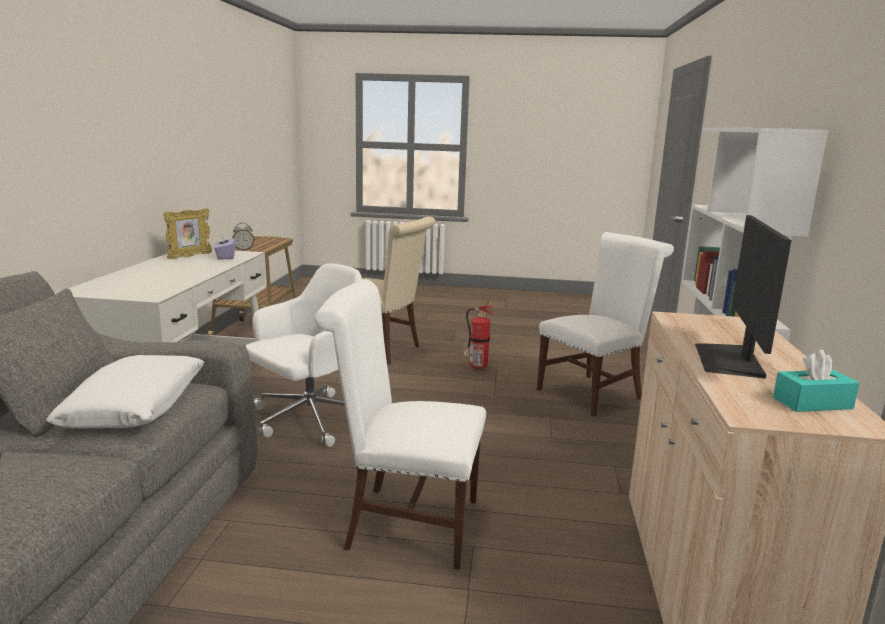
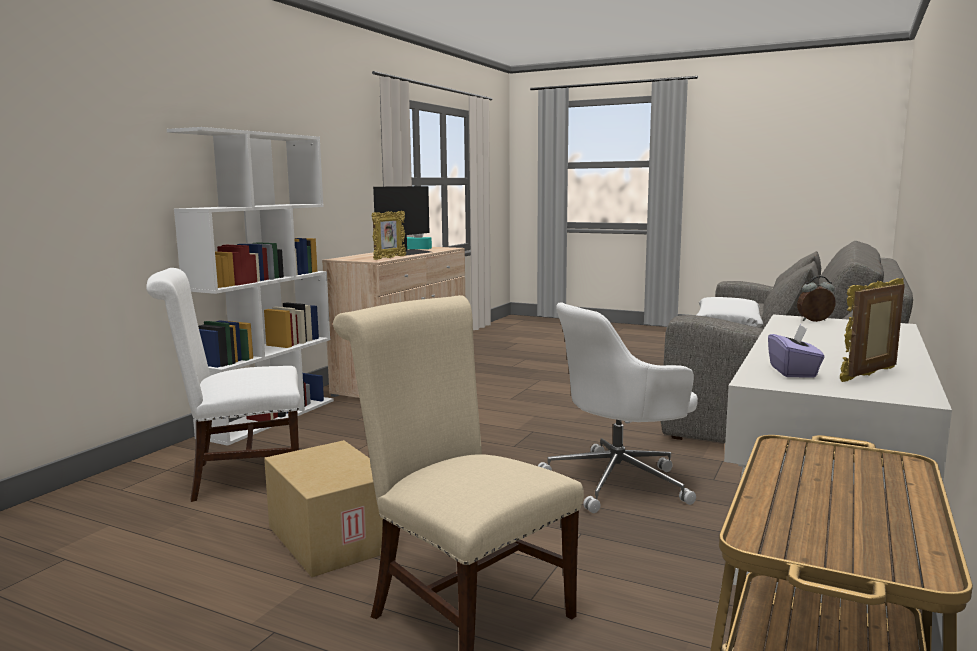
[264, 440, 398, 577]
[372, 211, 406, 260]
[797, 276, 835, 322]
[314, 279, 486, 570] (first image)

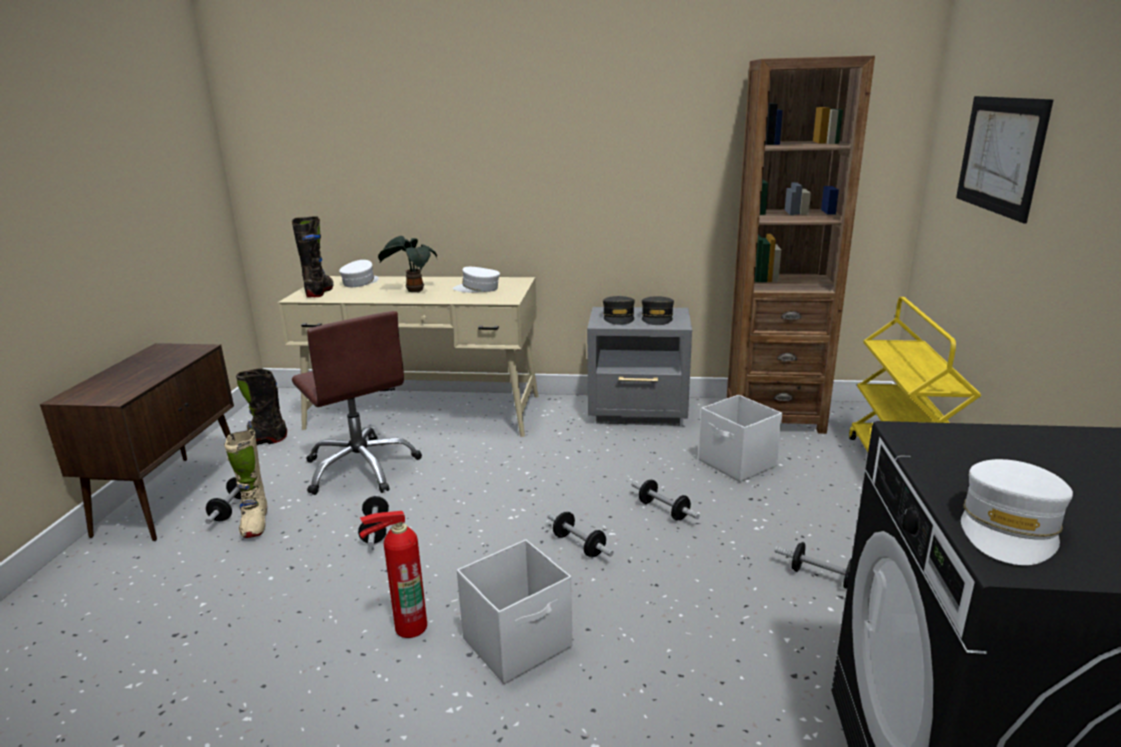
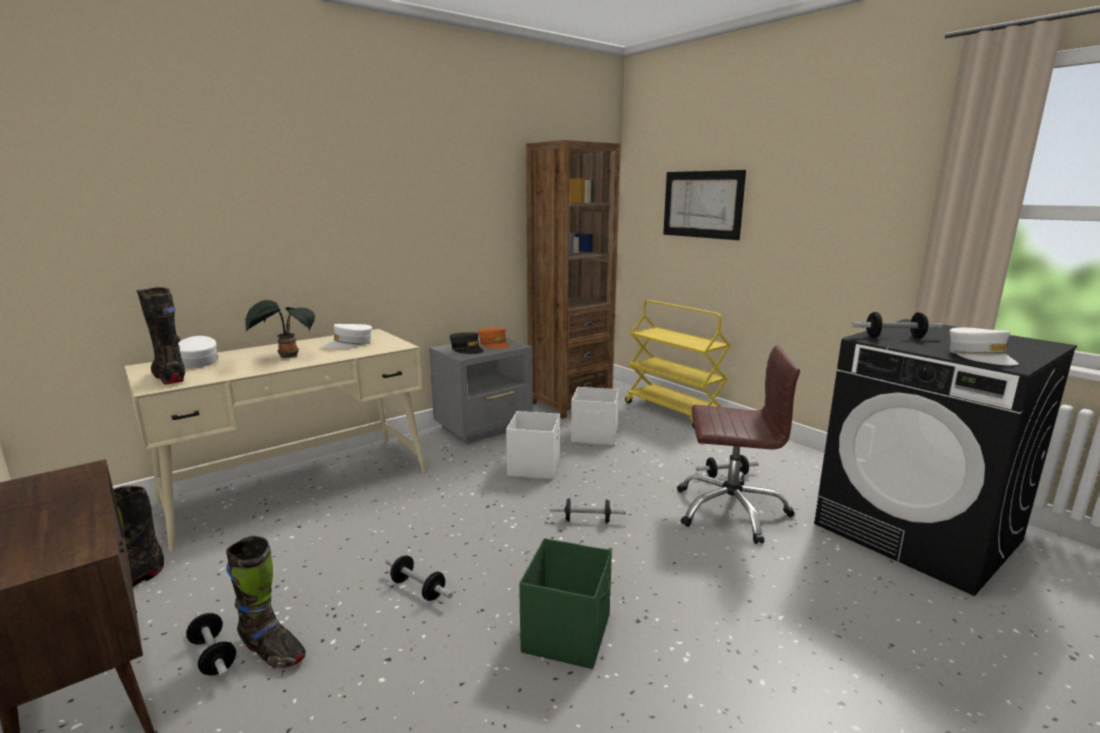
[226, 536, 306, 668]
[478, 328, 510, 349]
[506, 411, 560, 479]
[519, 538, 612, 669]
[677, 345, 800, 544]
[852, 312, 942, 339]

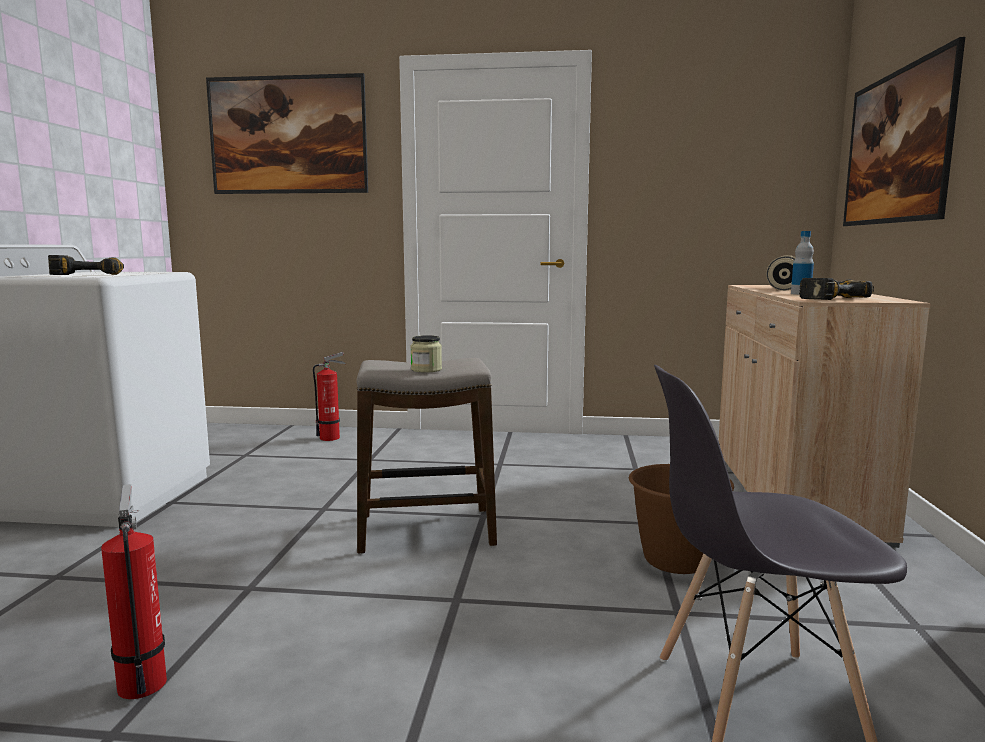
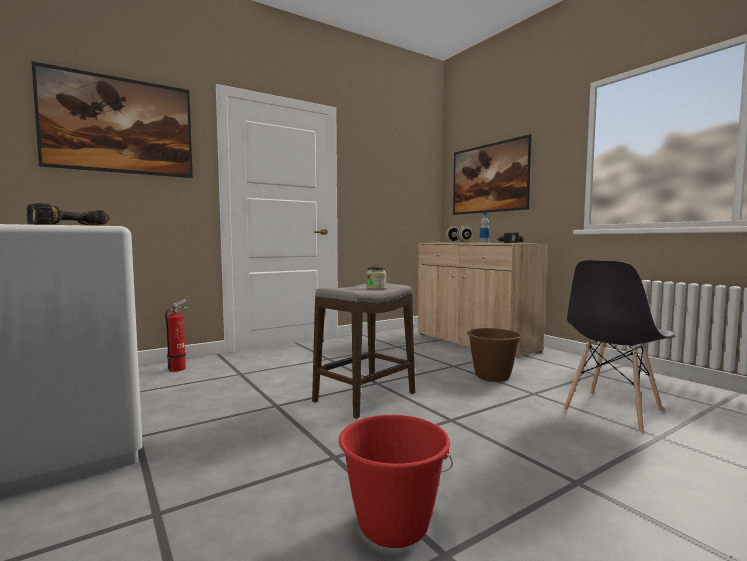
[339, 415, 453, 548]

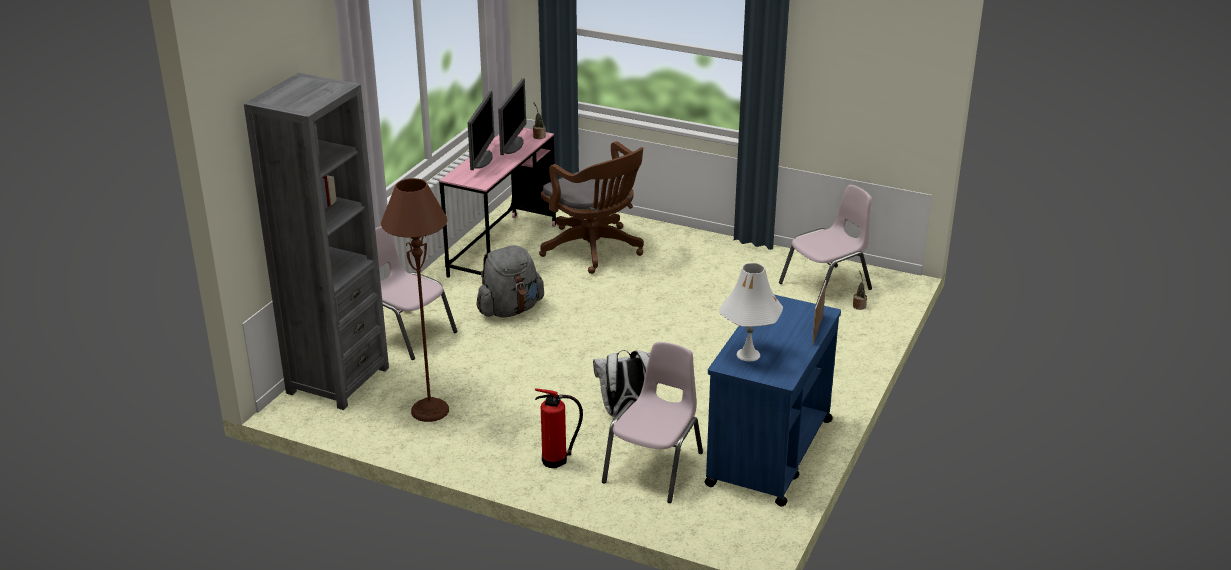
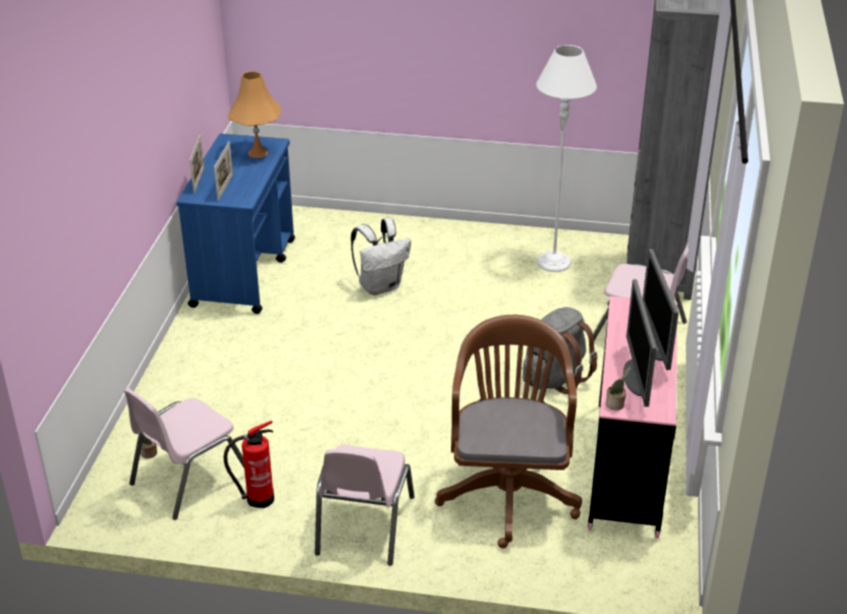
[214, 141, 233, 201]
[224, 421, 274, 508]
[228, 71, 281, 158]
[315, 445, 414, 566]
[435, 315, 582, 548]
[536, 45, 597, 272]

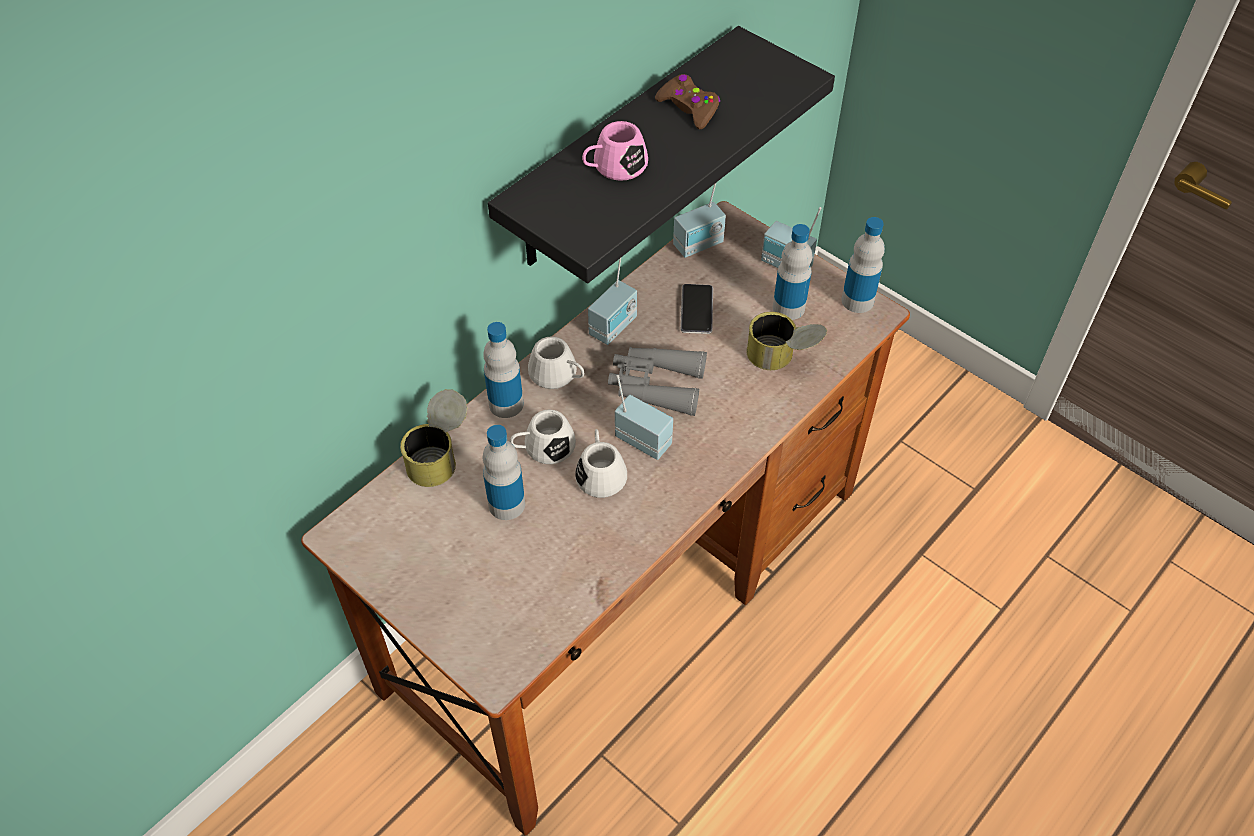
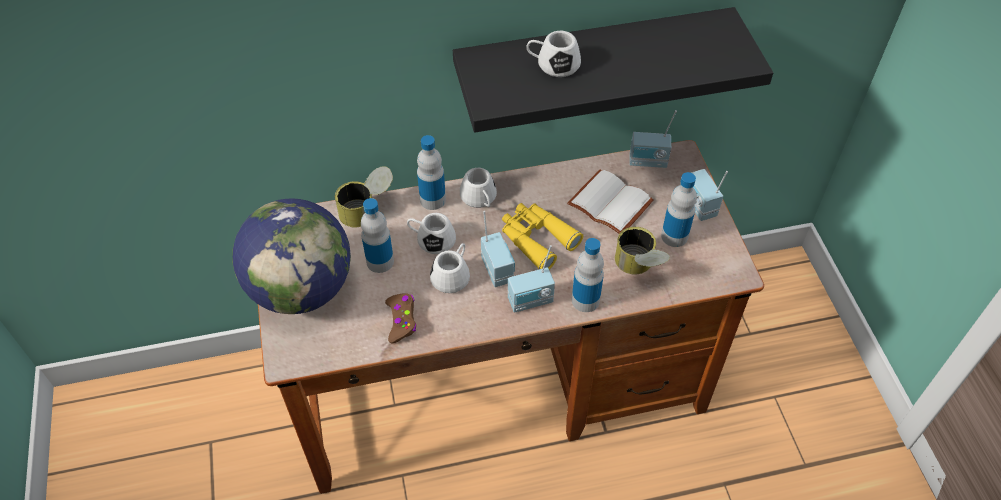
[232, 198, 351, 314]
[385, 293, 416, 344]
[502, 203, 583, 269]
[508, 245, 555, 313]
[526, 31, 581, 77]
[567, 170, 654, 234]
[572, 238, 604, 312]

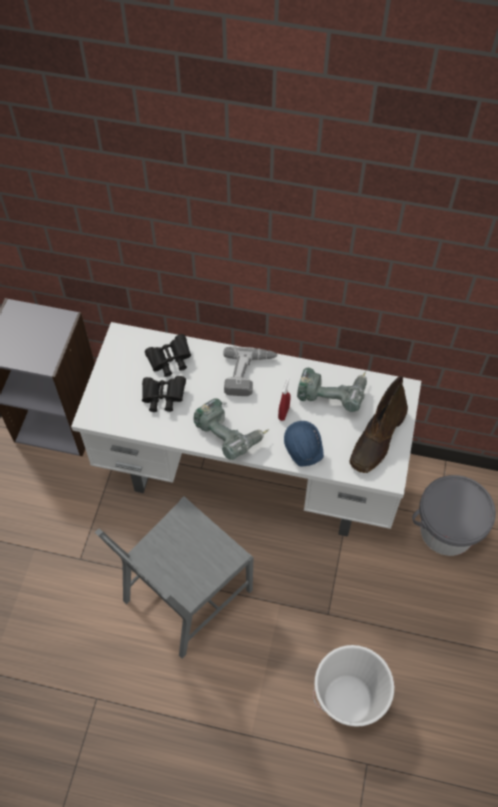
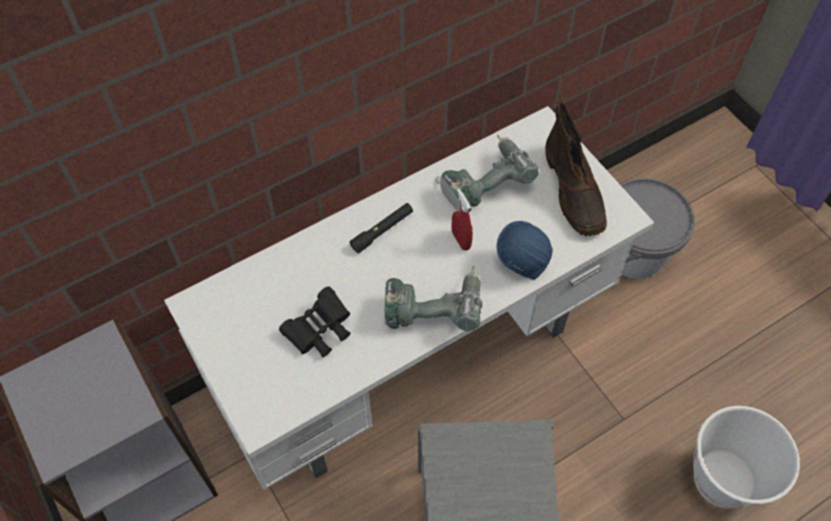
[350, 203, 413, 253]
[145, 334, 191, 377] (first image)

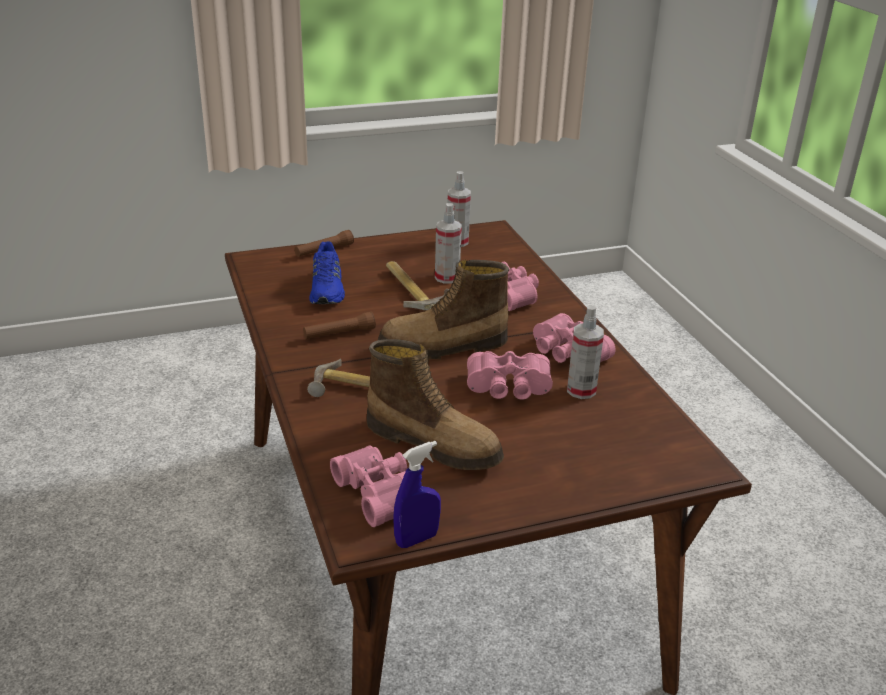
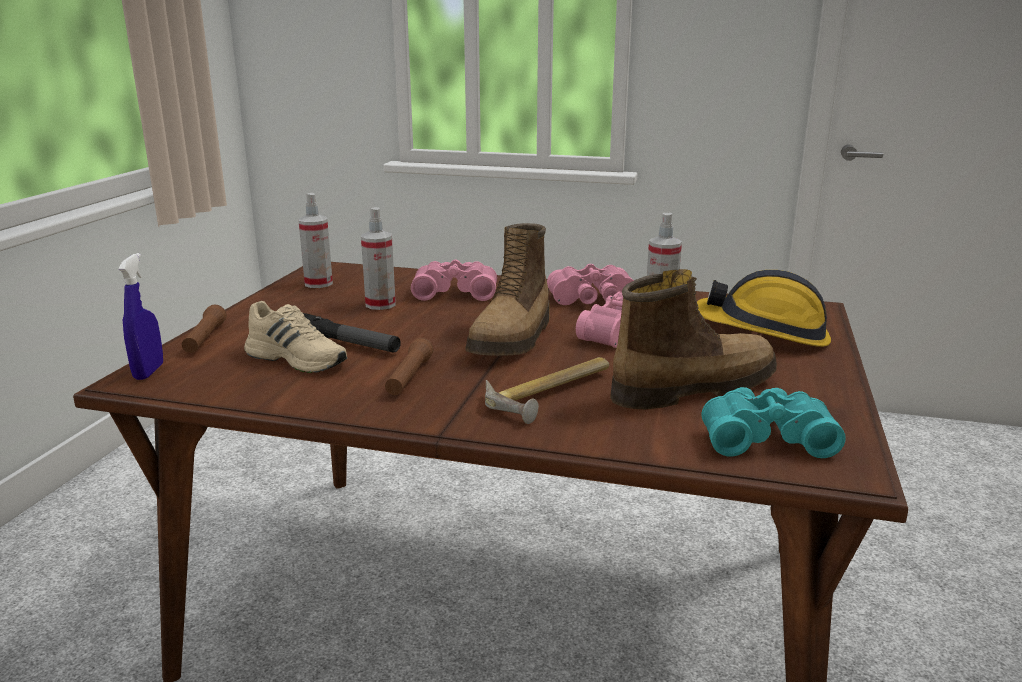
[119, 253, 163, 380]
[244, 301, 347, 373]
[303, 313, 401, 353]
[697, 270, 831, 347]
[702, 387, 846, 458]
[386, 261, 449, 311] (first image)

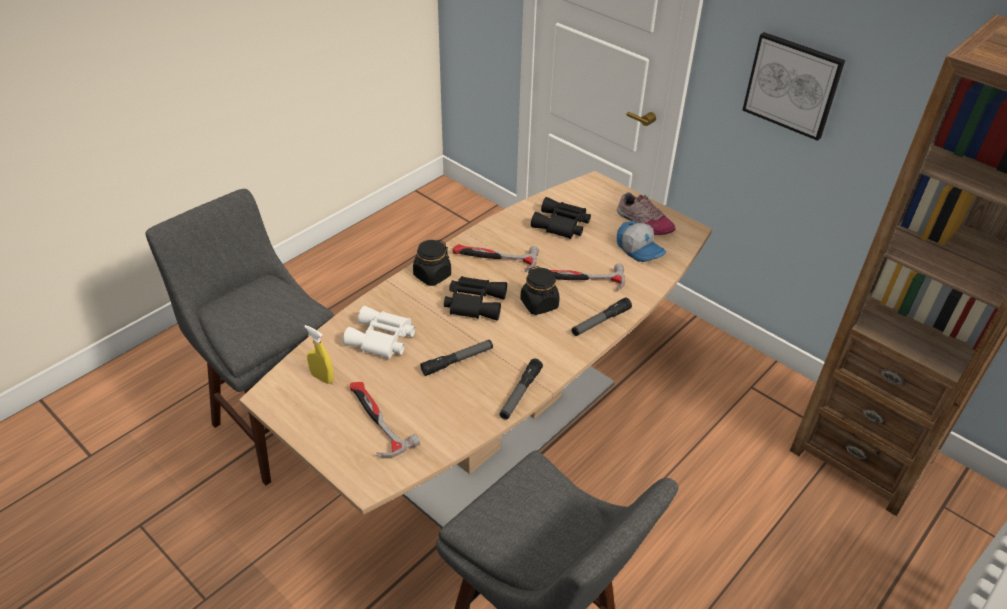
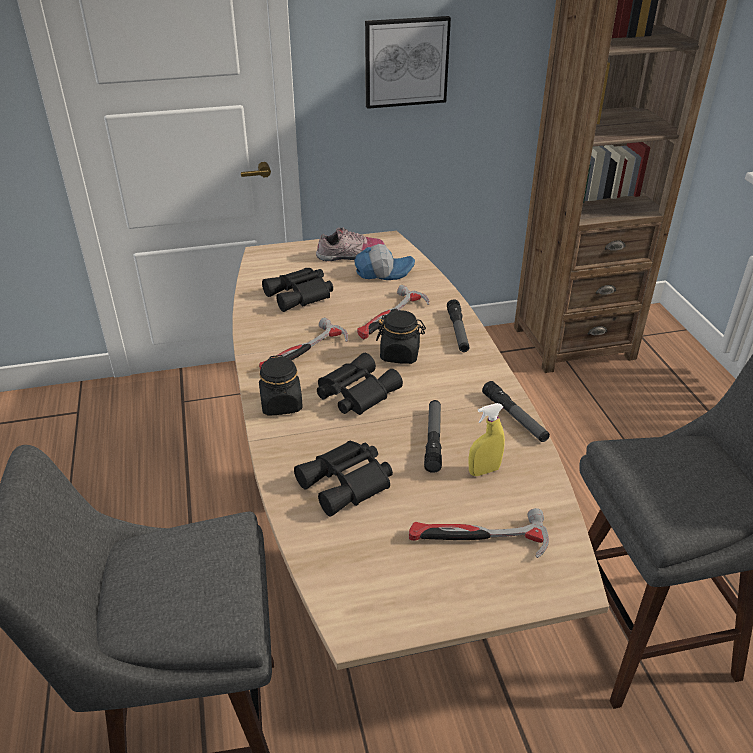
[294, 441, 393, 517]
[469, 403, 505, 476]

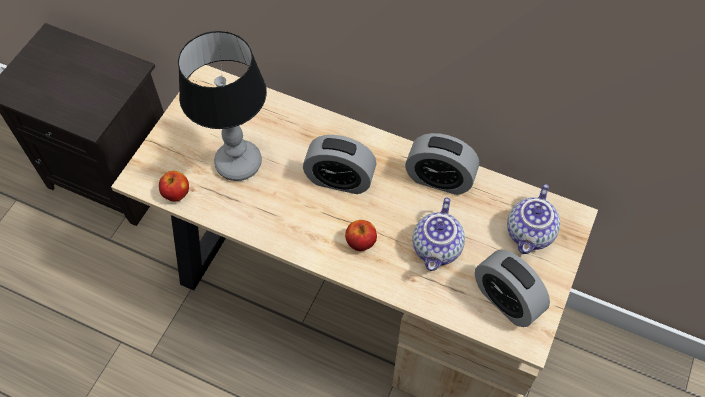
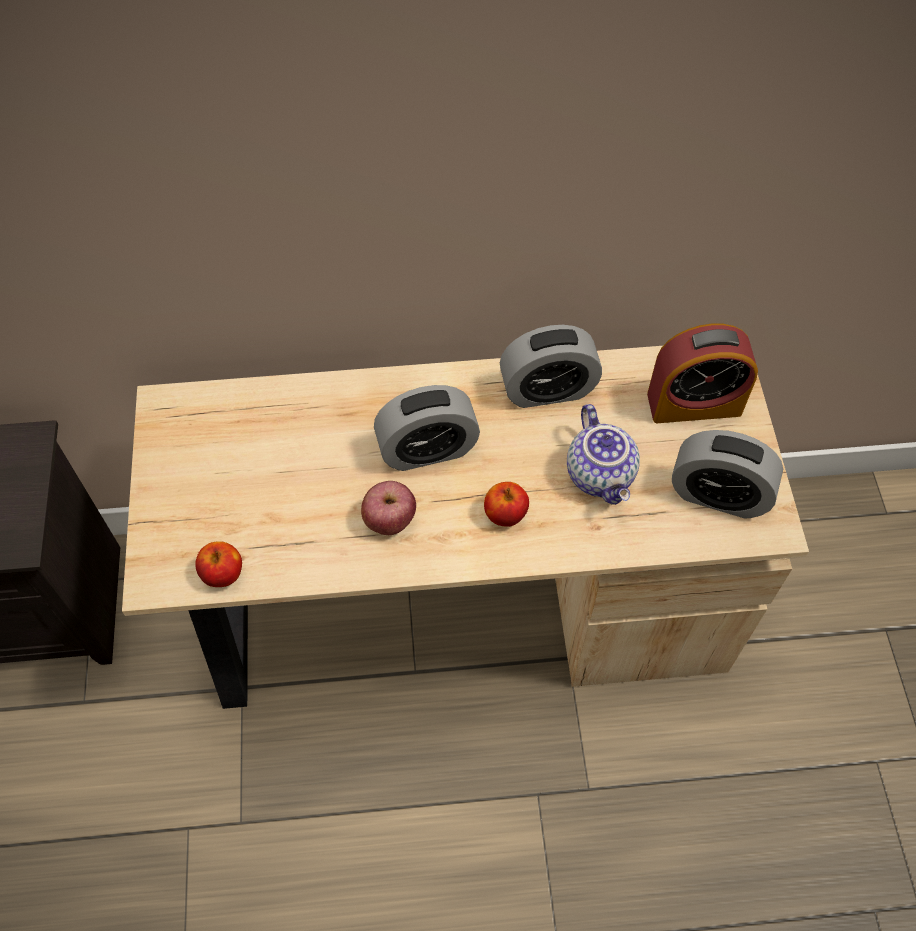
[361, 481, 416, 535]
[647, 324, 758, 423]
[178, 31, 267, 181] (first image)

